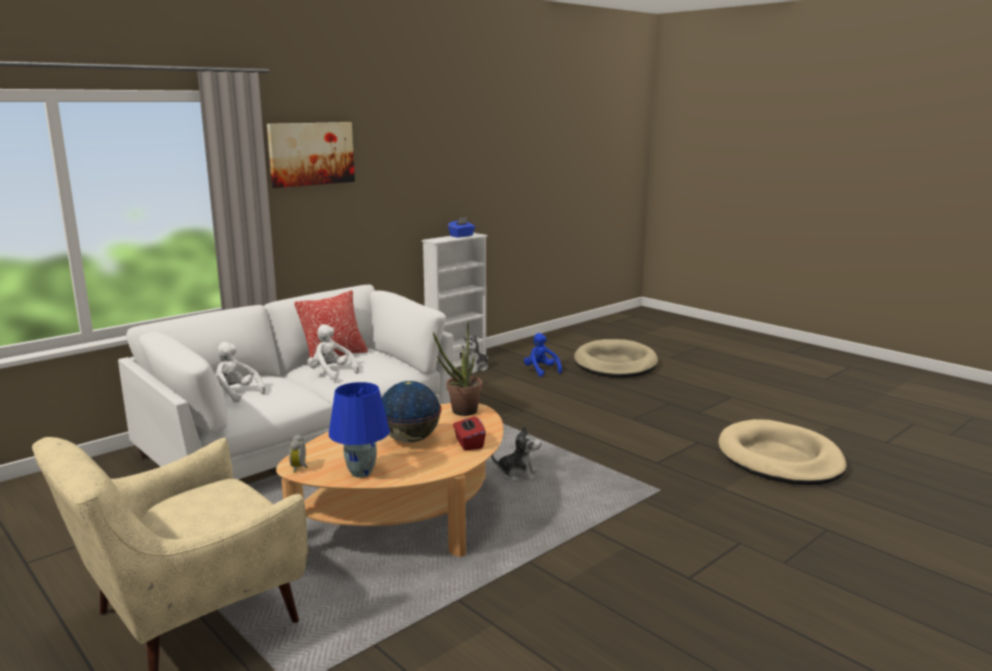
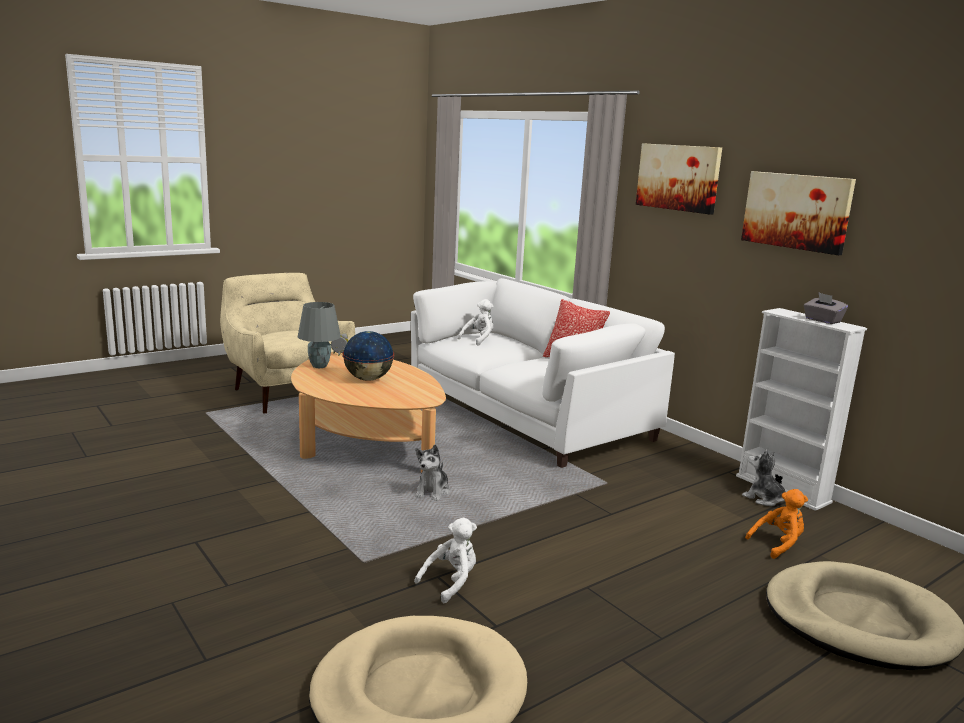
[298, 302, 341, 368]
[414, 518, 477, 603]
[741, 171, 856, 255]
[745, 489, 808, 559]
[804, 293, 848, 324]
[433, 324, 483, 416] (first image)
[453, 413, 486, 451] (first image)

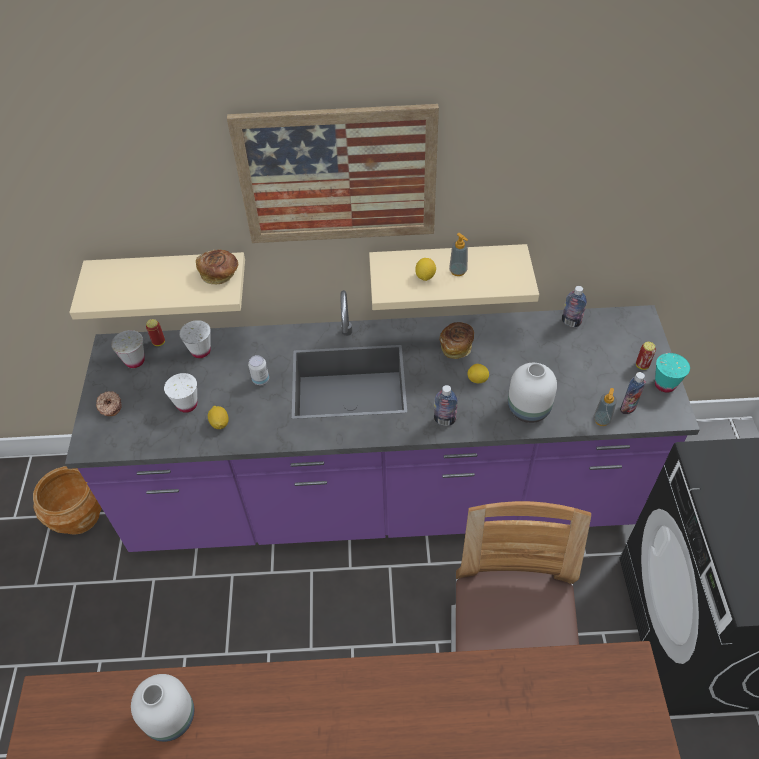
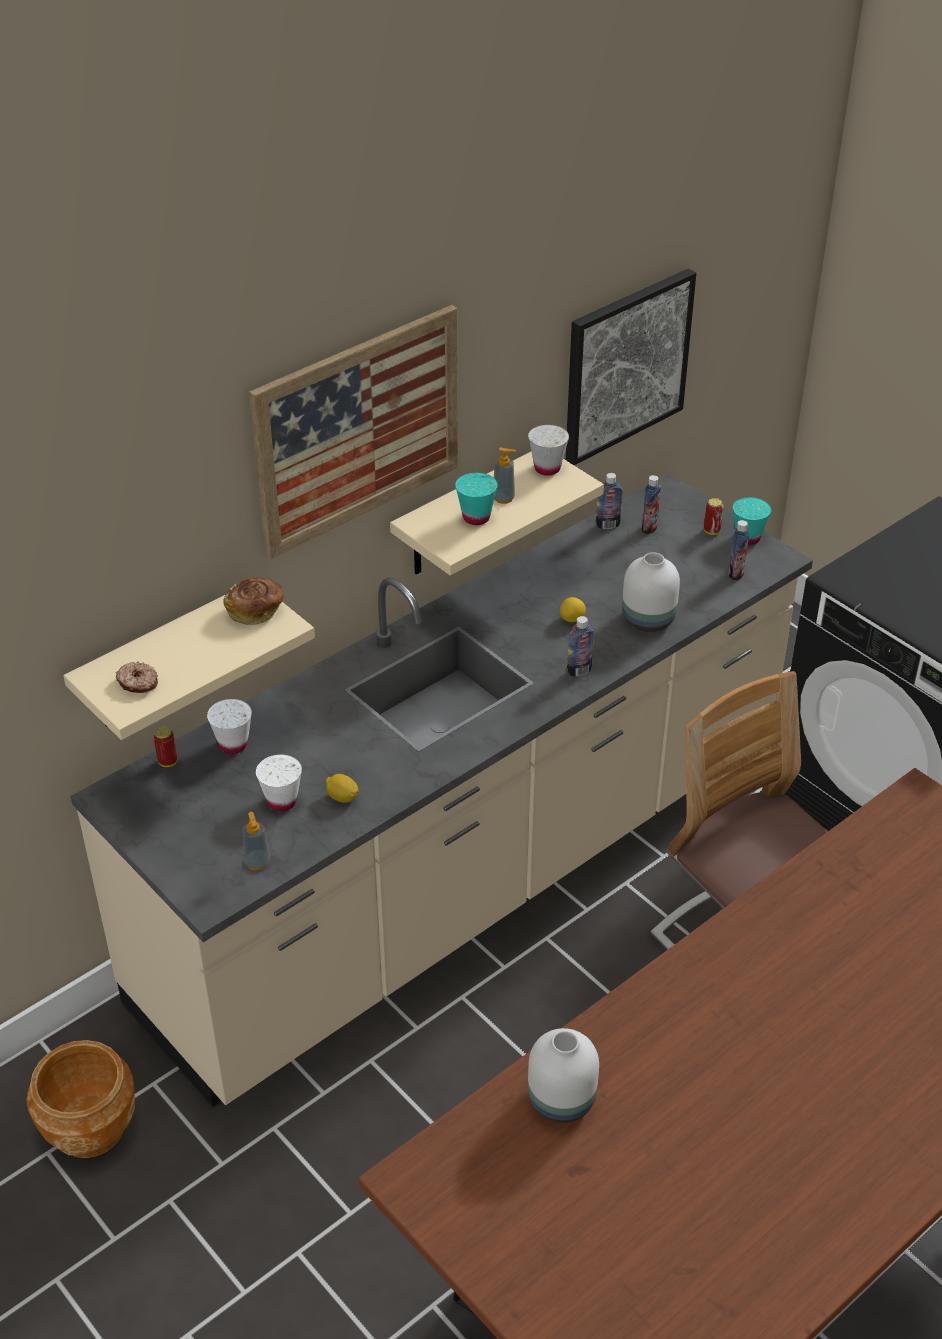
[71, 474, 813, 1107]
[116, 662, 158, 693]
[242, 812, 270, 871]
[455, 473, 498, 525]
[528, 425, 569, 475]
[566, 269, 696, 465]
[642, 475, 661, 534]
[248, 355, 269, 385] (first image)
[440, 322, 474, 359] (first image)

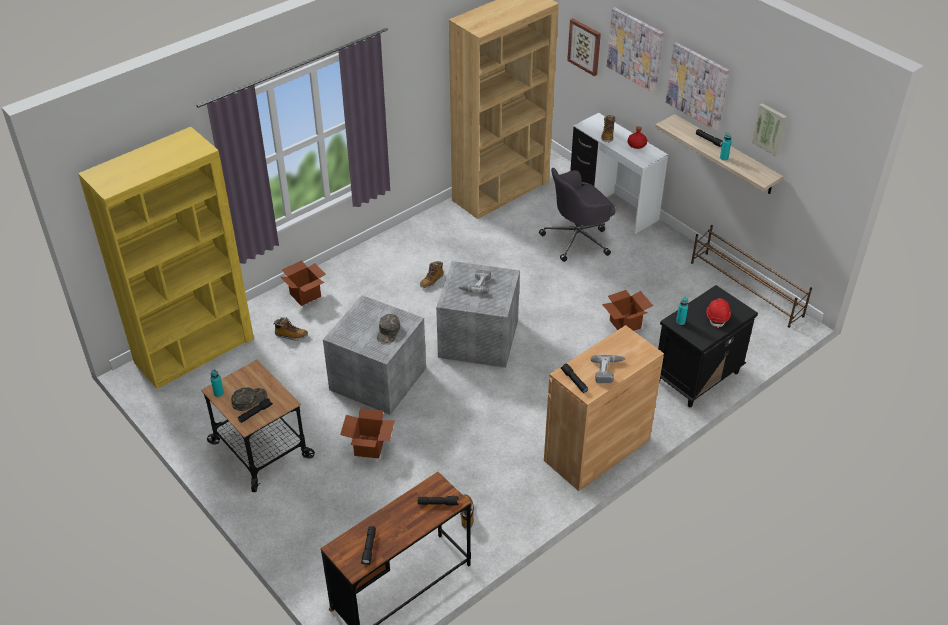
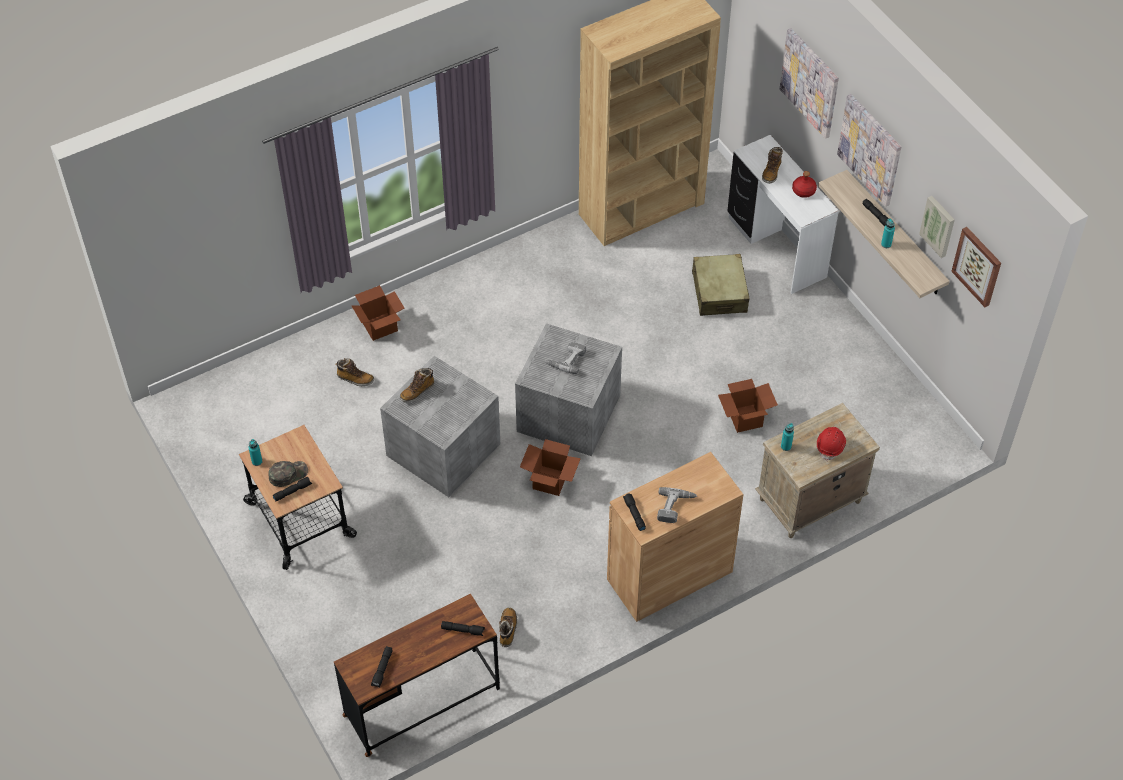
[400, 368, 435, 403]
[520, 439, 581, 496]
[692, 254, 749, 316]
[755, 403, 880, 538]
[951, 227, 1001, 307]
[78, 127, 254, 389] (first image)
[377, 314, 400, 343] (first image)
[691, 225, 812, 328] (first image)

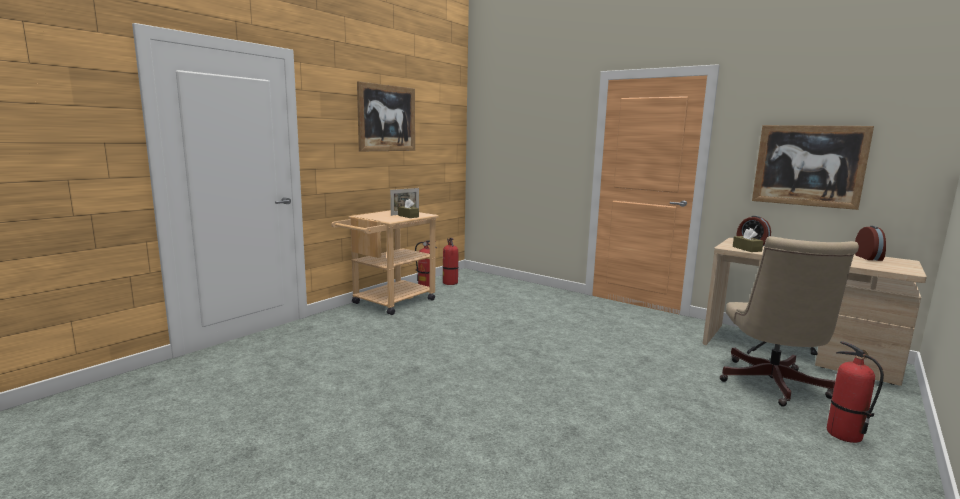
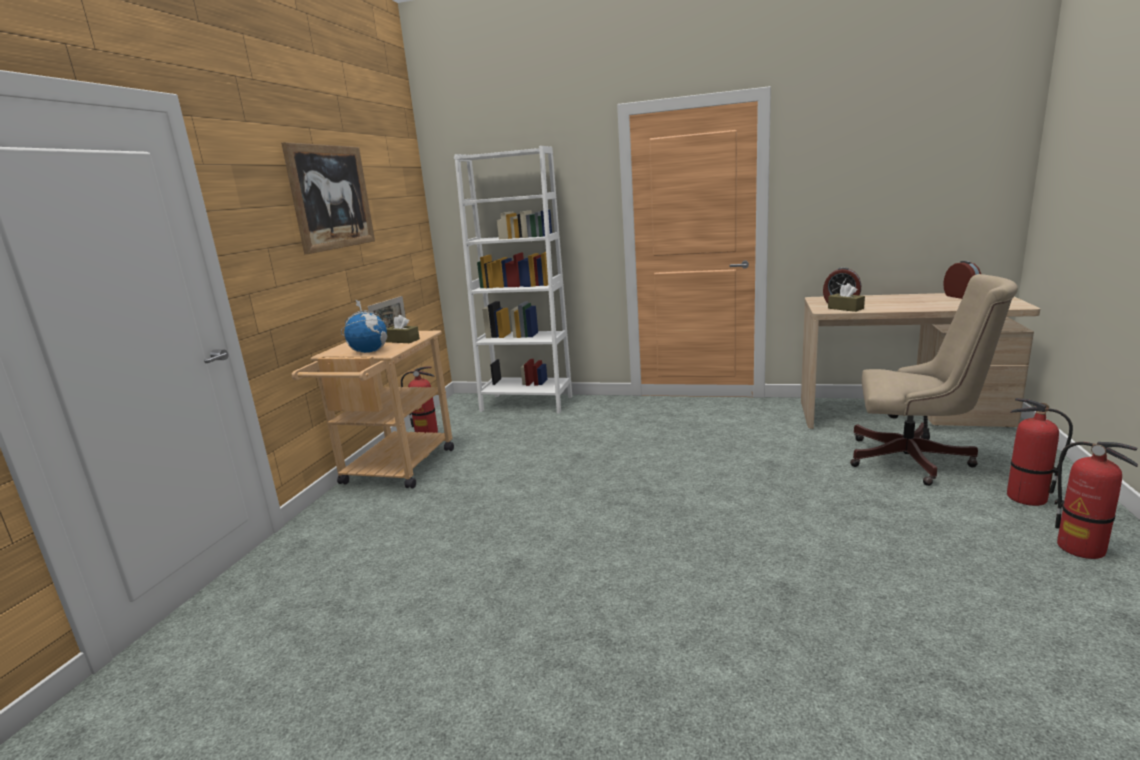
[341, 299, 388, 353]
[454, 146, 572, 413]
[850, 274, 1018, 486]
[1055, 442, 1138, 559]
[752, 125, 874, 210] (first image)

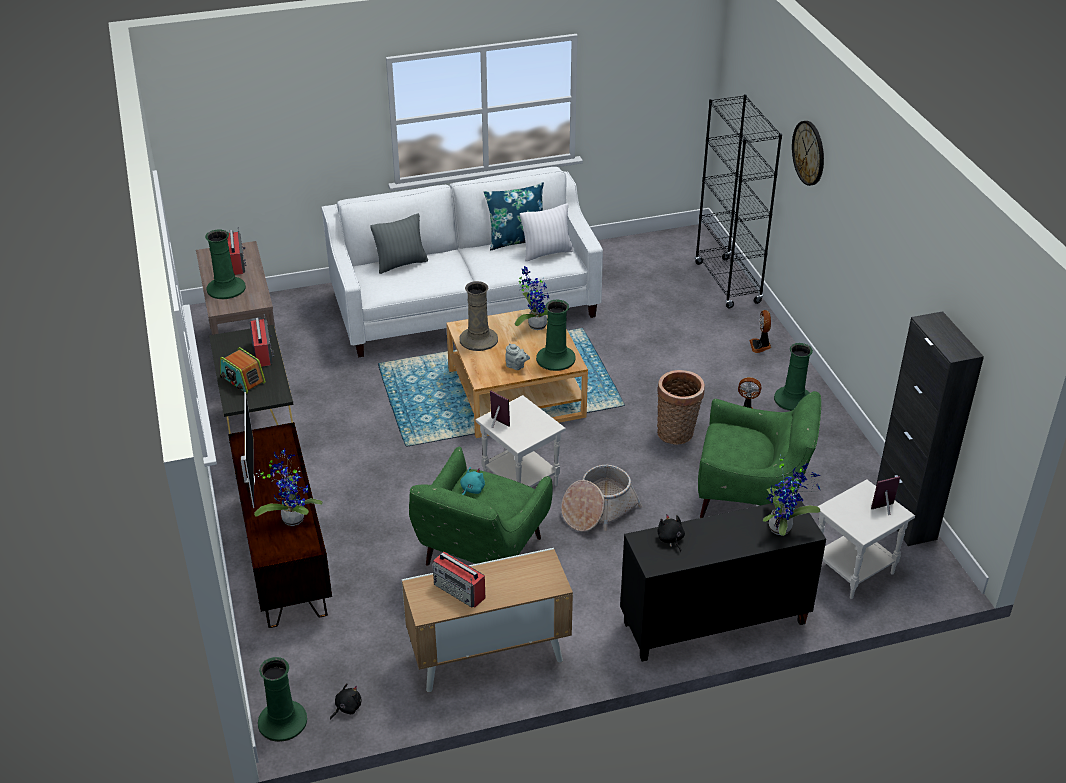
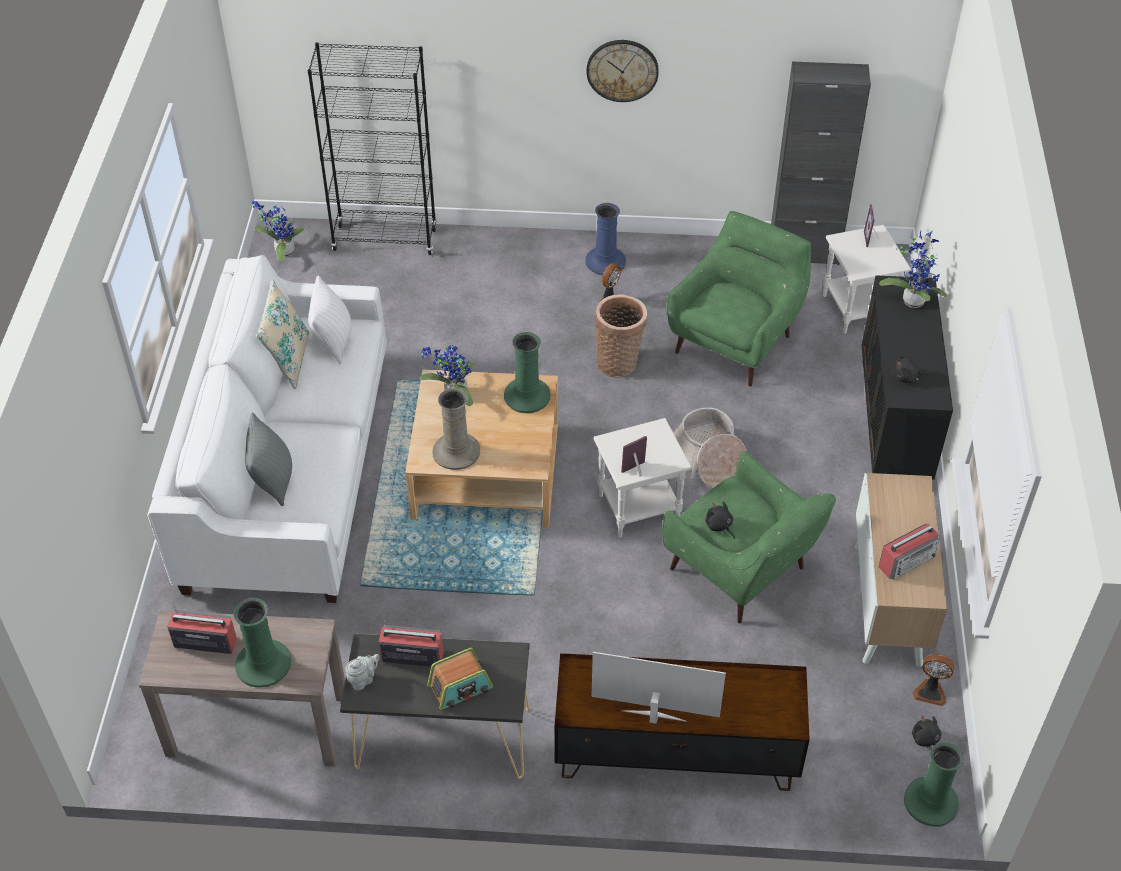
[251, 201, 304, 261]
[256, 279, 309, 389]
[345, 654, 380, 691]
[585, 203, 626, 275]
[586, 40, 659, 102]
[705, 501, 735, 539]
[912, 654, 954, 706]

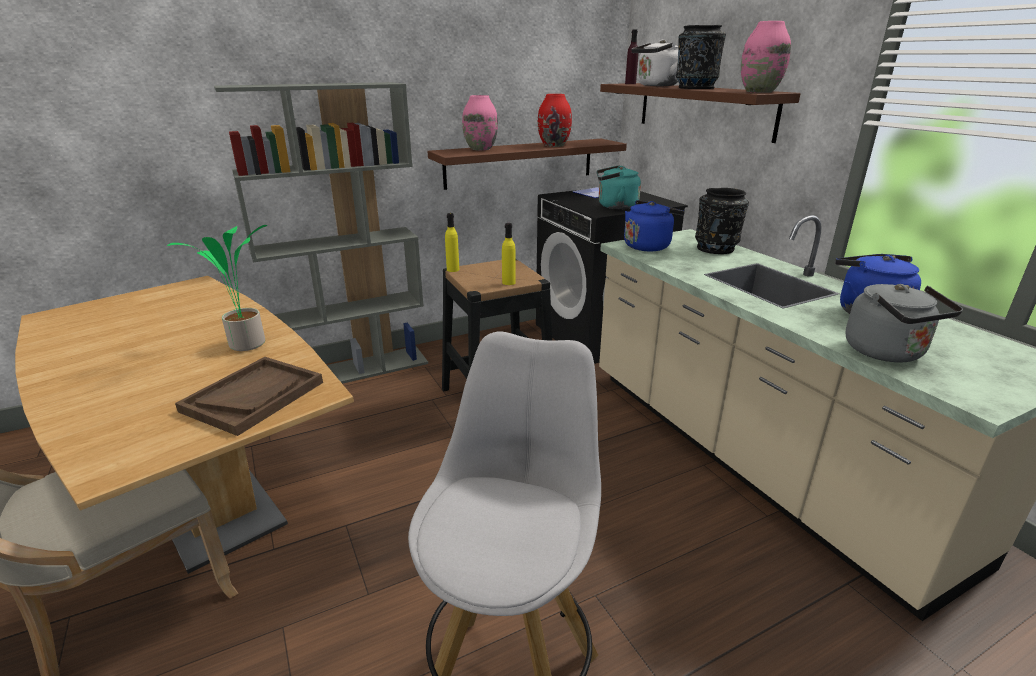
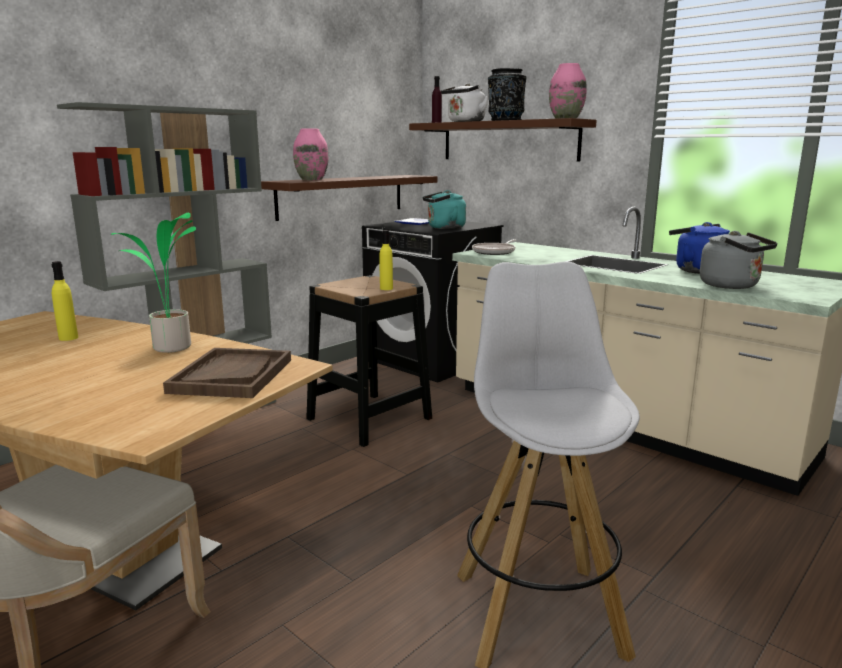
[52, 261, 78, 341]
[472, 239, 516, 255]
[538, 94, 572, 147] (first image)
[695, 188, 749, 254] (first image)

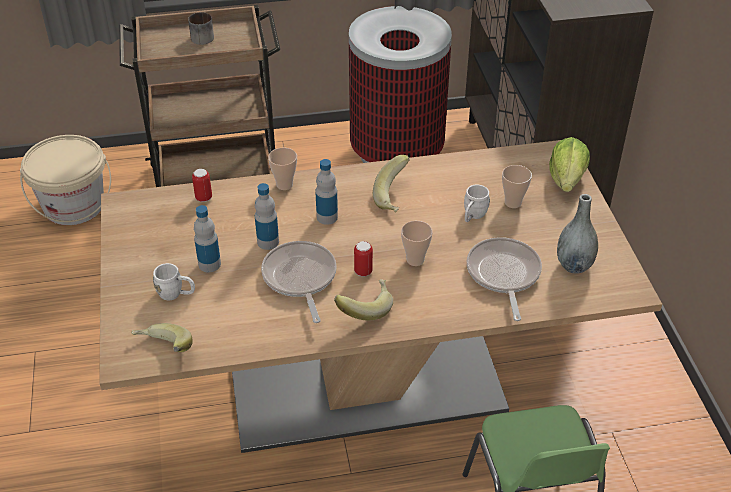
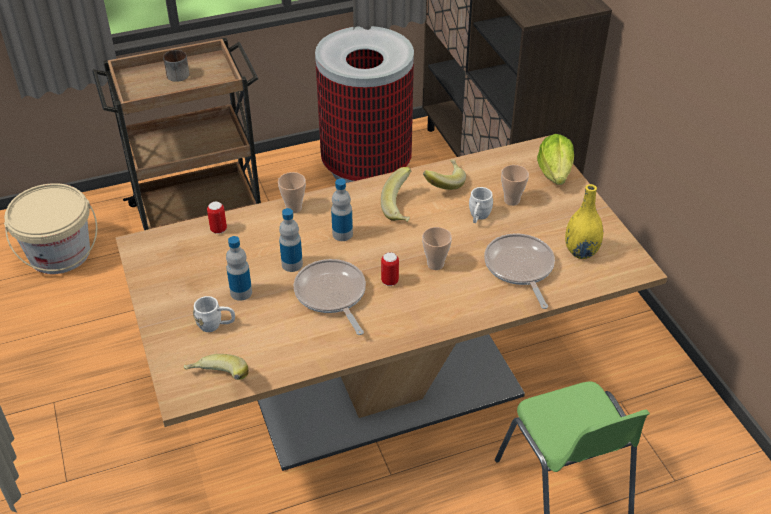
[423, 159, 466, 190]
[565, 184, 603, 259]

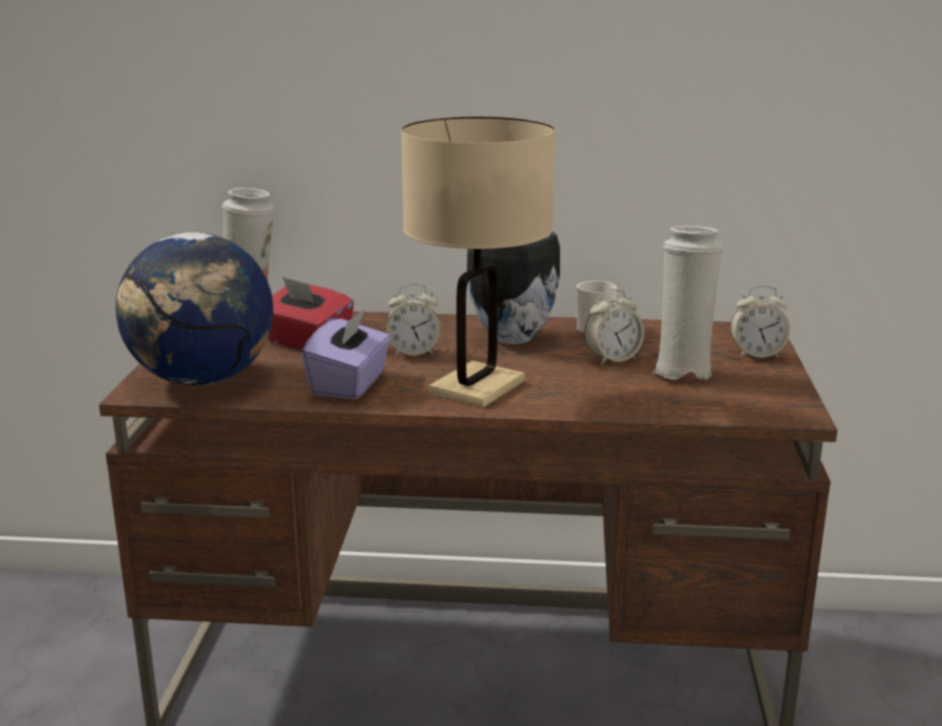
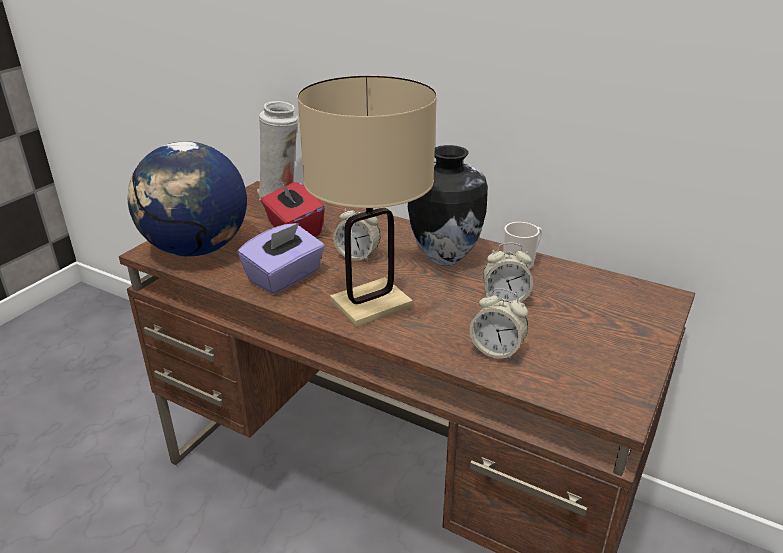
[470, 288, 528, 361]
[652, 226, 723, 380] (first image)

